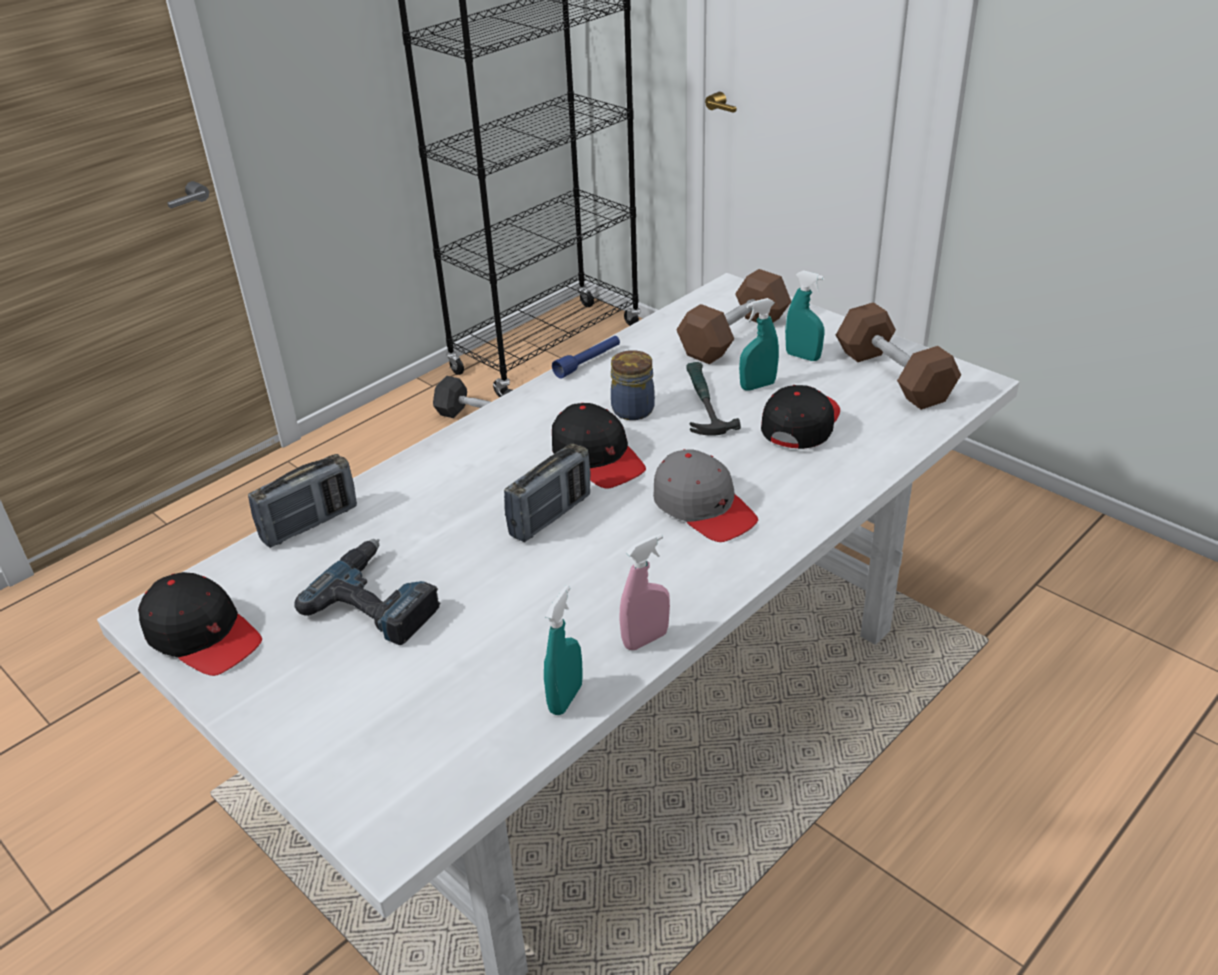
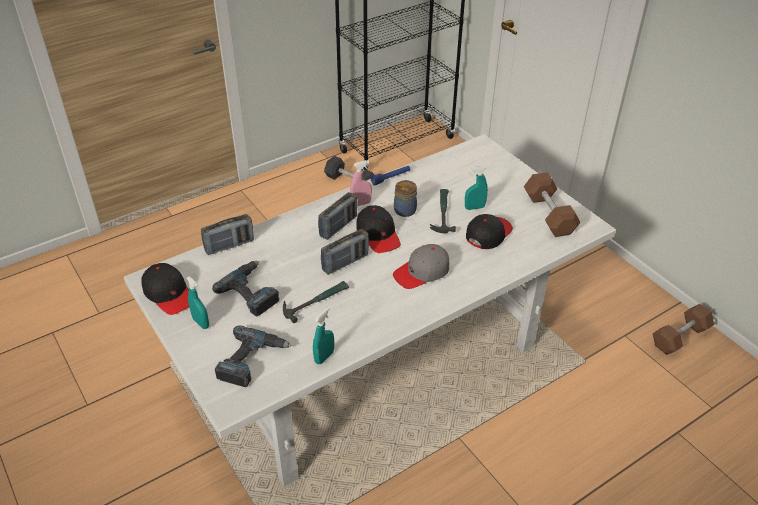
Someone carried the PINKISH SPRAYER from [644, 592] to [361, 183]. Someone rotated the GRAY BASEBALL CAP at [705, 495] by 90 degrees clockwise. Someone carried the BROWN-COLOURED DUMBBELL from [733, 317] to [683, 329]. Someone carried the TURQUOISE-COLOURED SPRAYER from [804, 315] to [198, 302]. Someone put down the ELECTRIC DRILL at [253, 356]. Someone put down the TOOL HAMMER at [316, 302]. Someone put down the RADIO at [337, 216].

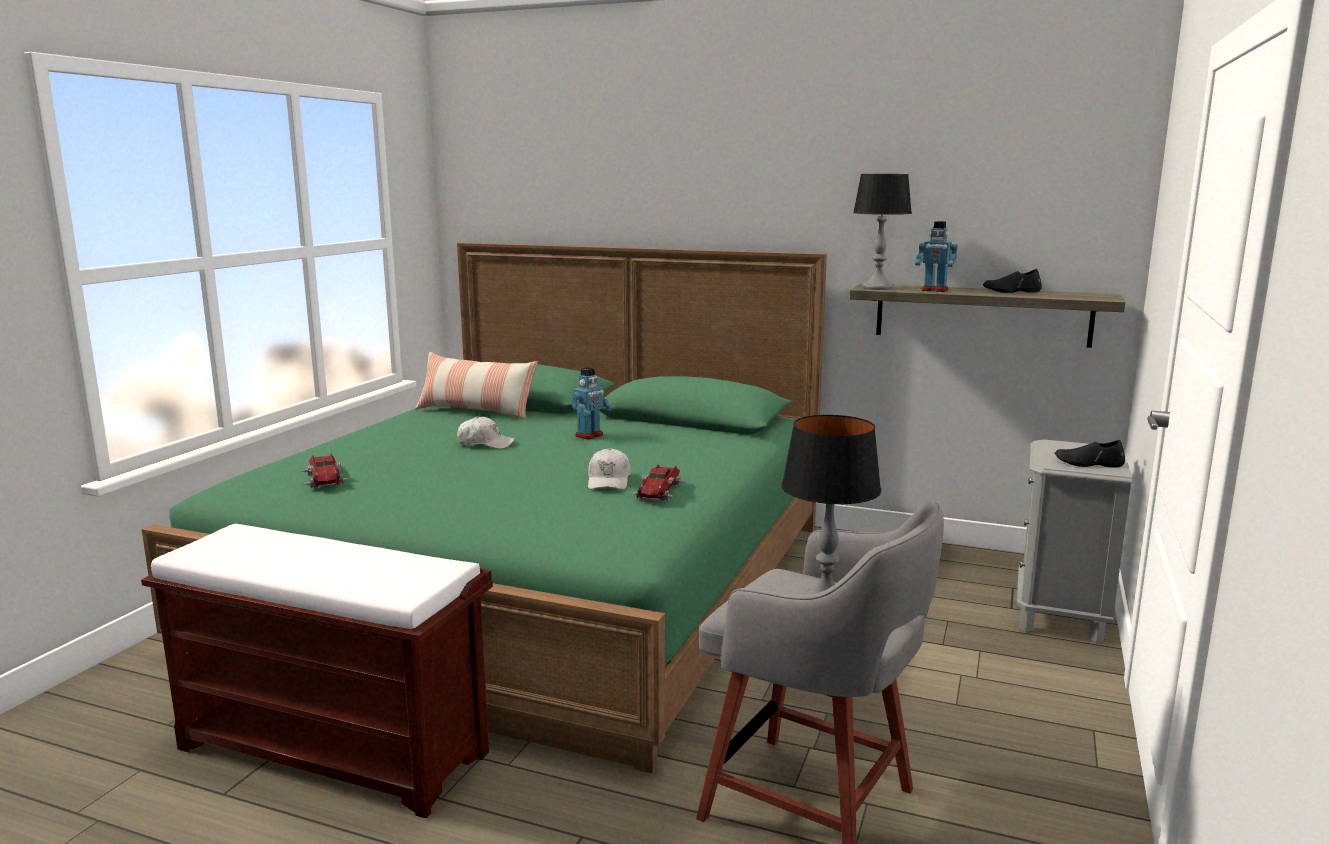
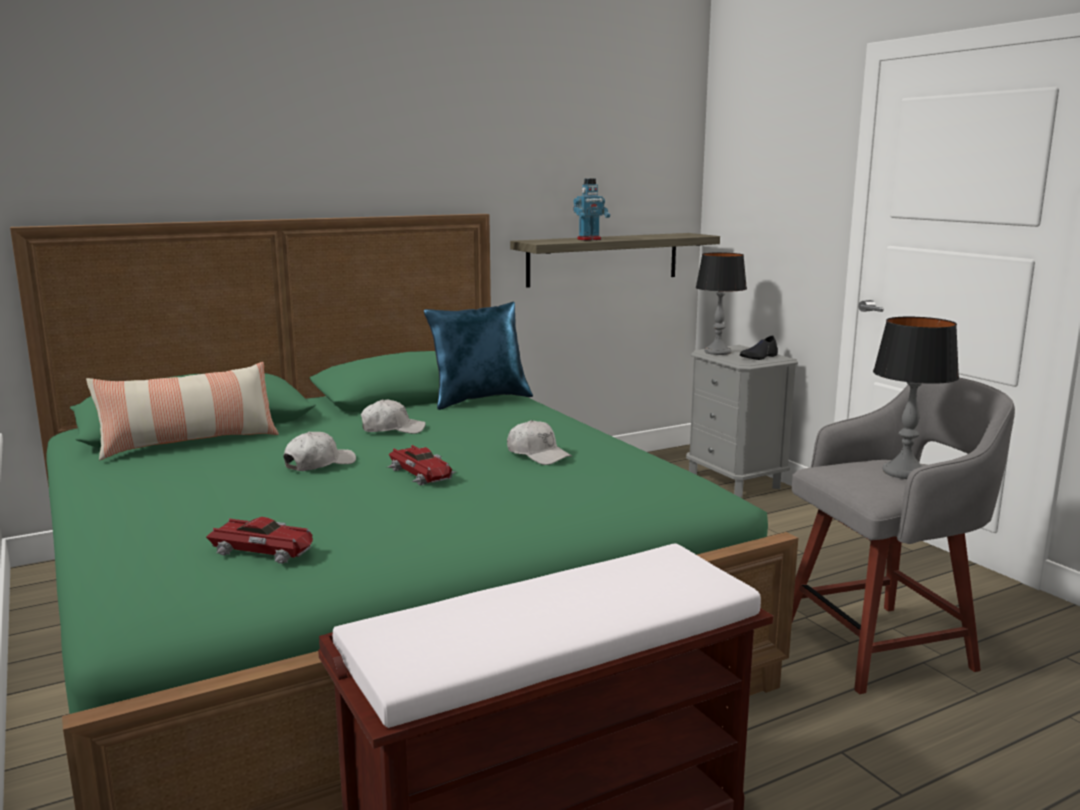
Someone swapped the ROBOT FIGURE at [592, 403] for the WHITE-COLOURED BASEBALL CAP at [393, 417]. Someone carried the MINIATURE CAR from [659, 482] to [421, 465]. Someone carried the LAMP FOR A TABLE from [882, 232] to [721, 304]. Someone took away the BLACK-COLOURED SHOE at [1012, 281]. Someone put down the BLUE-COLOURED THROW PILLOW at [478, 356].

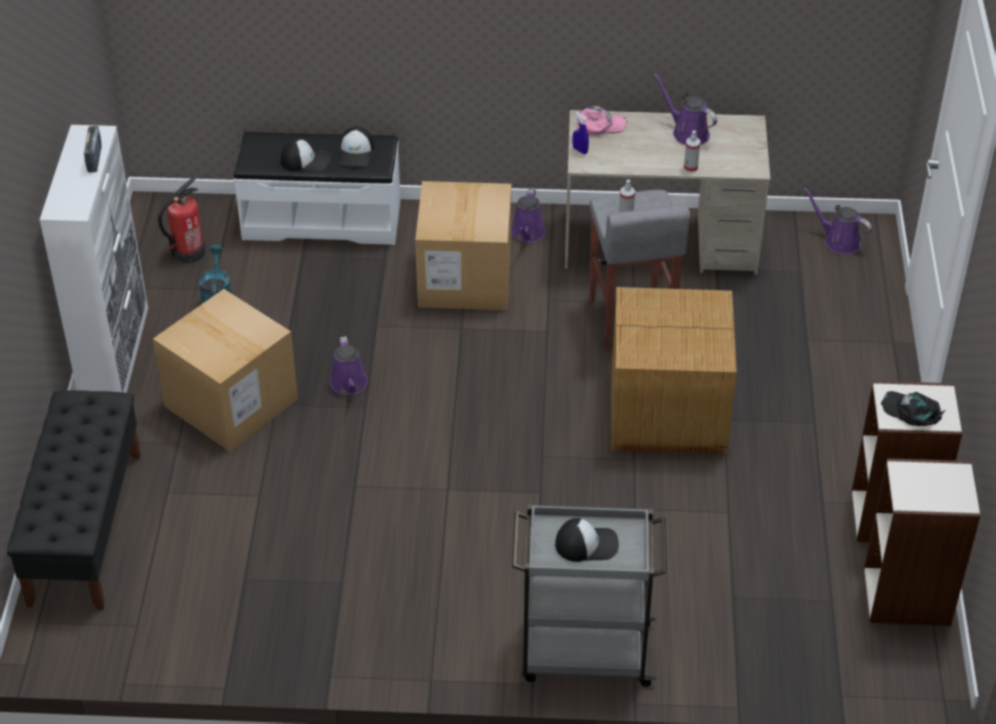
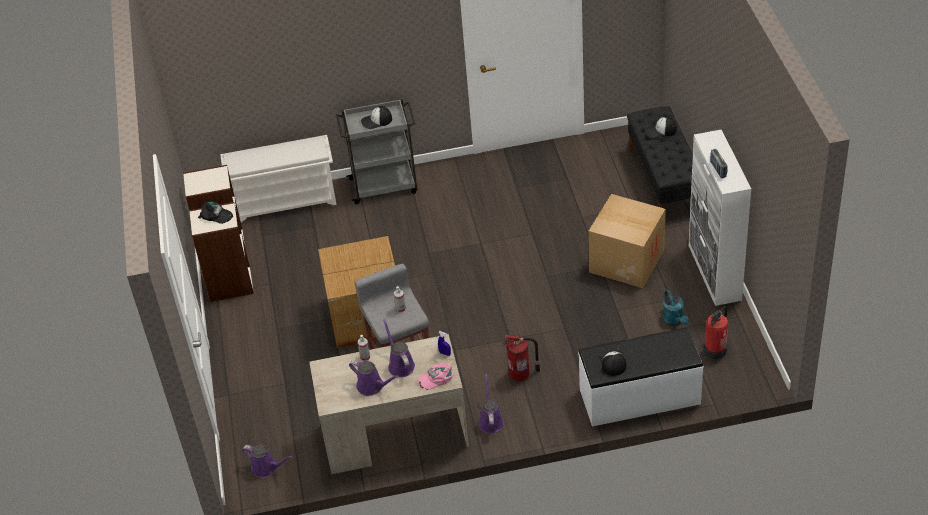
Someone carried the BASEBALL CAP from [305, 155] to [661, 127]. Someone carried the PURPLISH SPRINKLING CAN from [349, 365] to [399, 348]. Someone swapped the CARDBOARD BOX at [463, 245] for the FIRE-FIGHTING CYLINDER at [521, 358]. Someone put down the WHITE-COLOURED SHOE RACK at [278, 179].

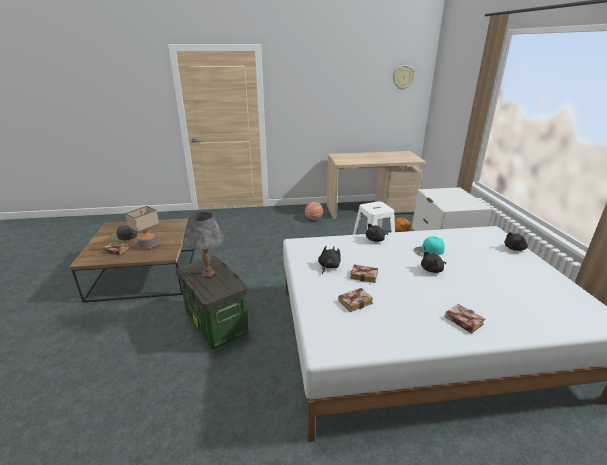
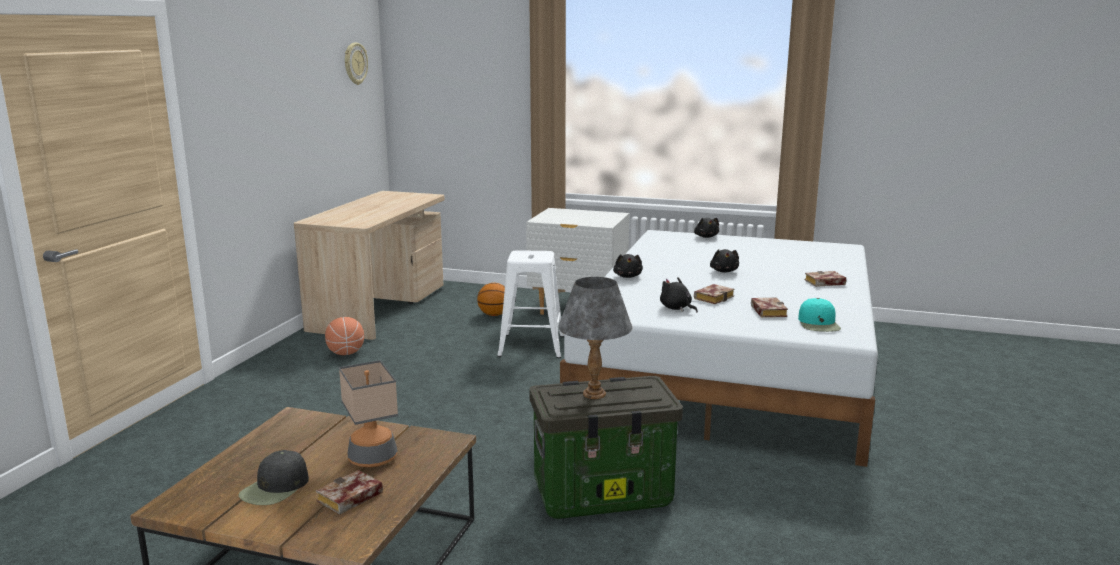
Someone carried the TURQUOISE-COLOURED BASEBALL CAP from [429, 246] to [819, 315].

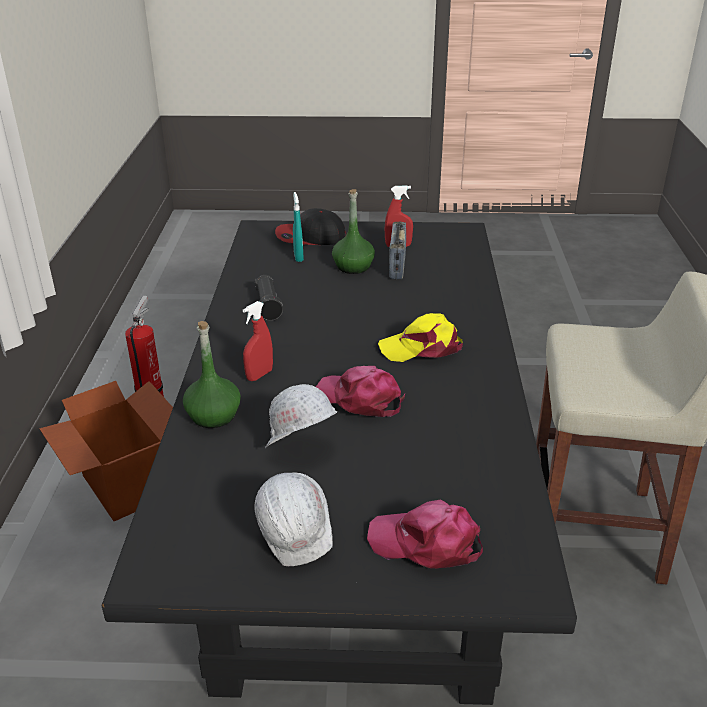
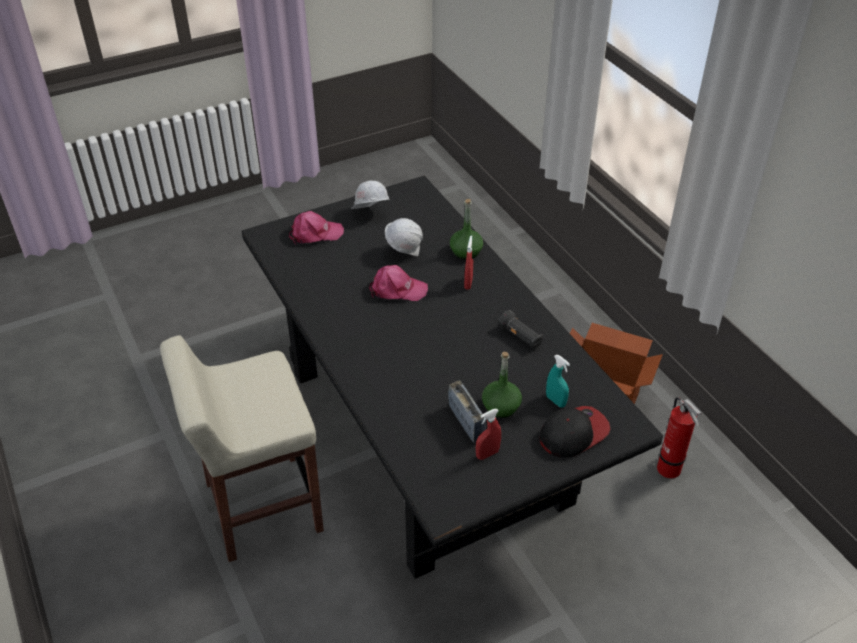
Someone took away the YELLOW BASEBALL CAP at [420, 337].

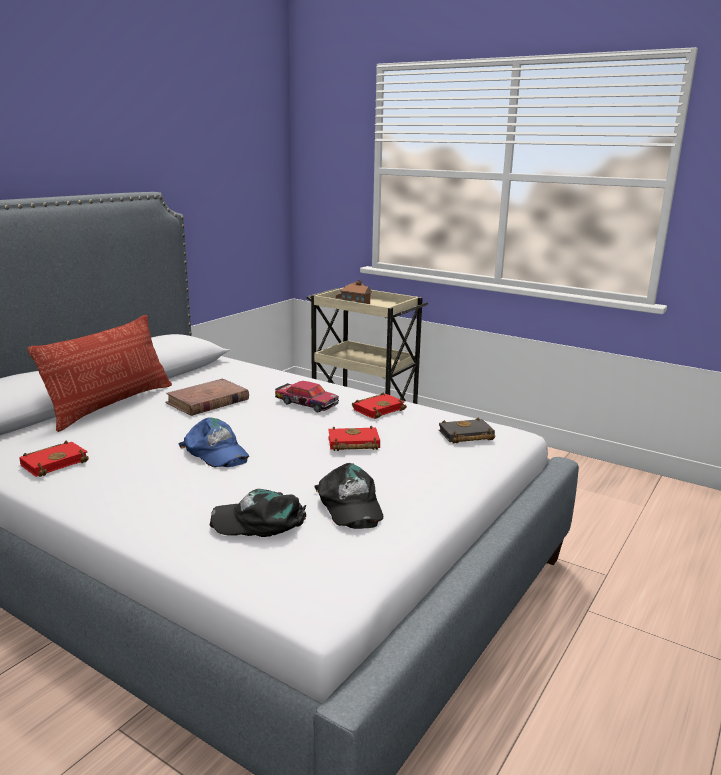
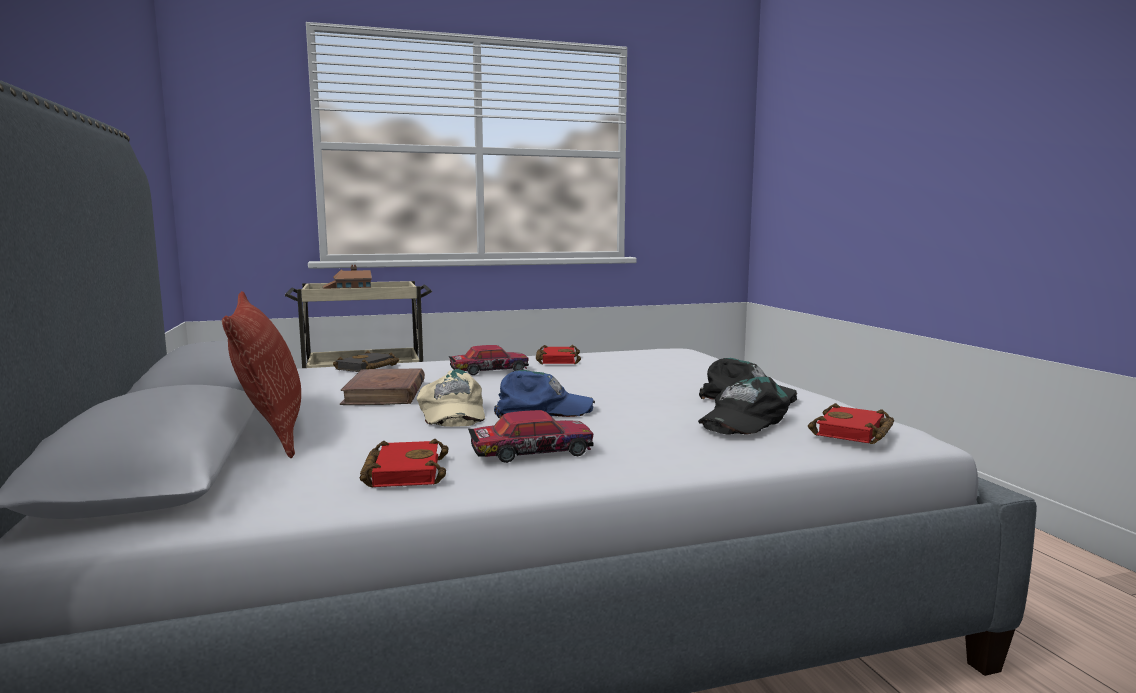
Someone carried the REDDISH VOLUME from [354, 438] to [851, 423]. Someone carried the BLACK-COLOURED VOLUME from [467, 430] to [366, 361]. Someone put down the BEIGE-COLOURED BASEBALL CAP at [451, 398]. Someone put down the MINIATURE CAR at [531, 436].

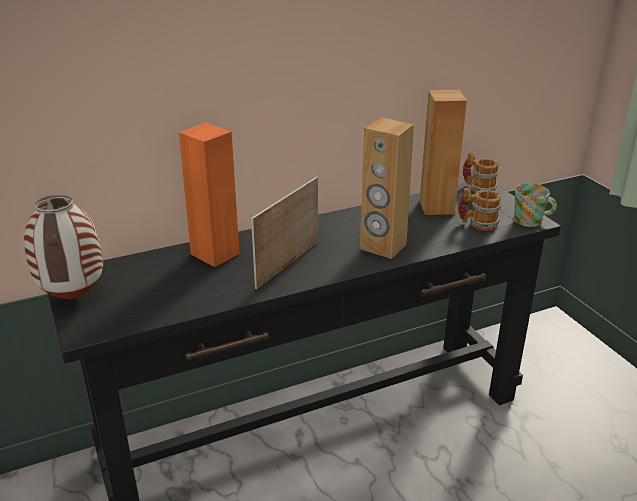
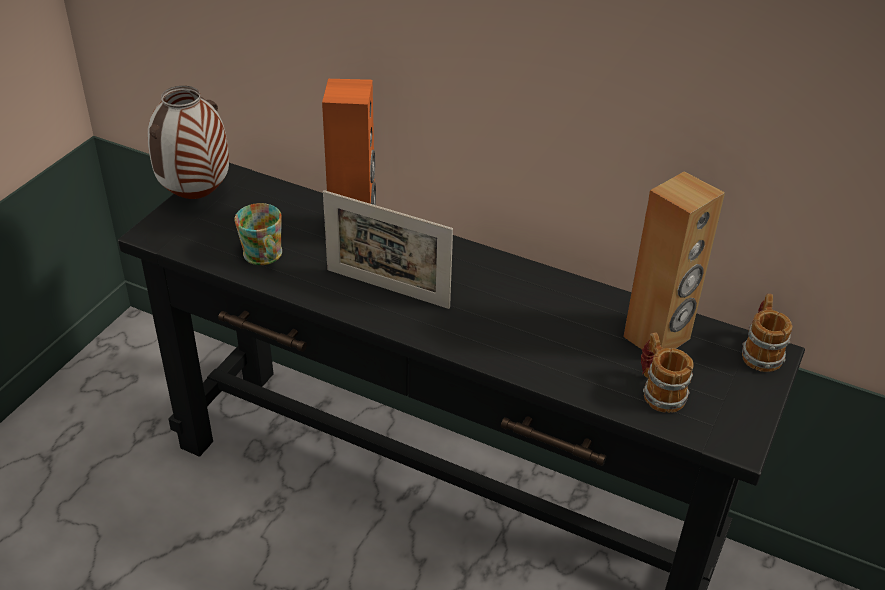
Someone rotated the PHOTO FRAME at [284, 232] by 150 degrees counterclockwise. Someone took away the BROWN-COLOURED LOUDSPEAKER at [387, 188]. Someone carried the TEA MUG from [535, 205] to [258, 234].

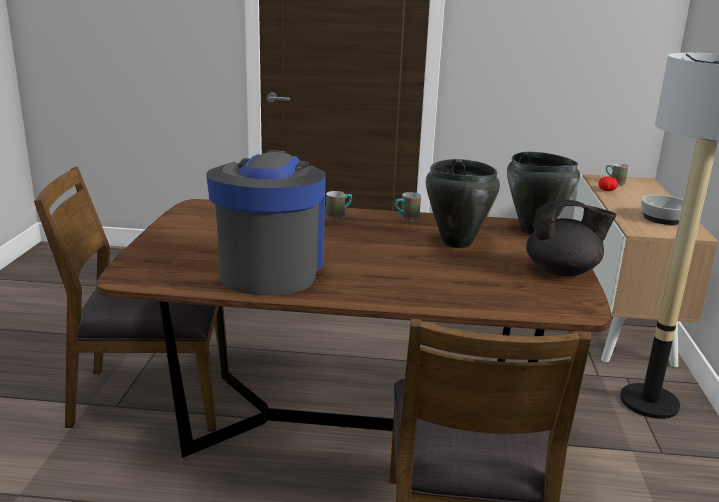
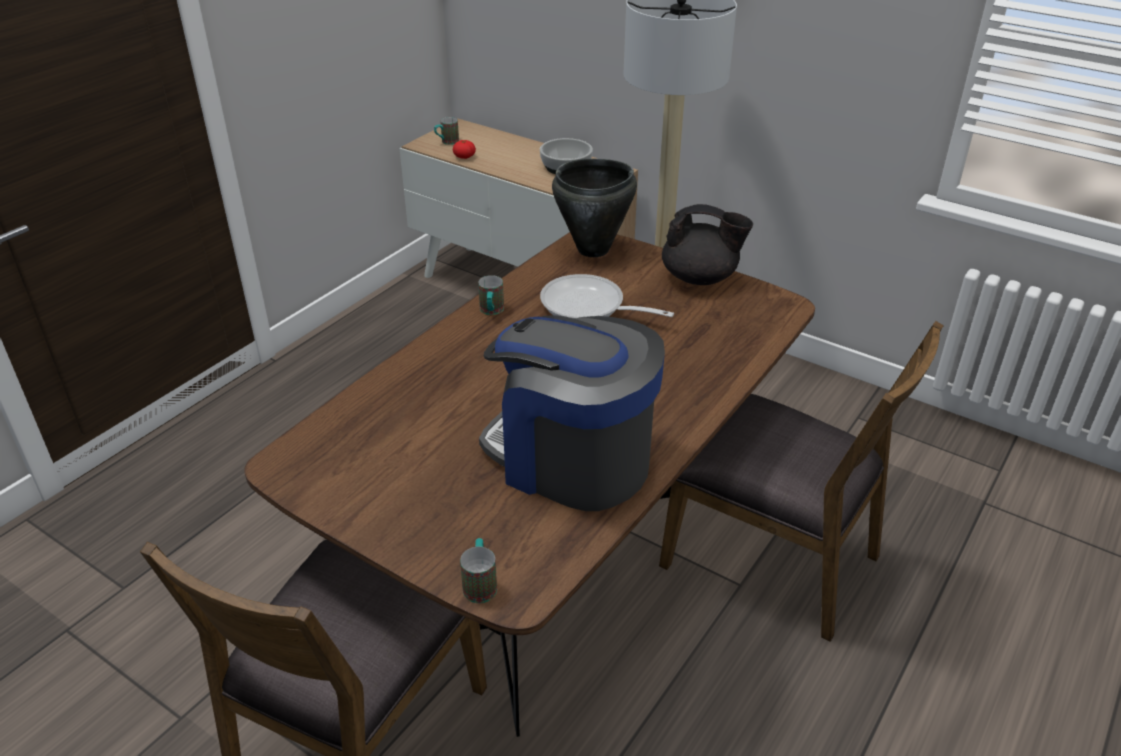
Someone carried the TEA MUG from [339, 205] to [478, 570]. Someone swapped the BLACK-COLOURED COOKING POT at [463, 203] for the FRYING PAN at [607, 296]. Someone rotated the BLACK-COLOURED TEAPOT at [571, 237] by 75 degrees clockwise.

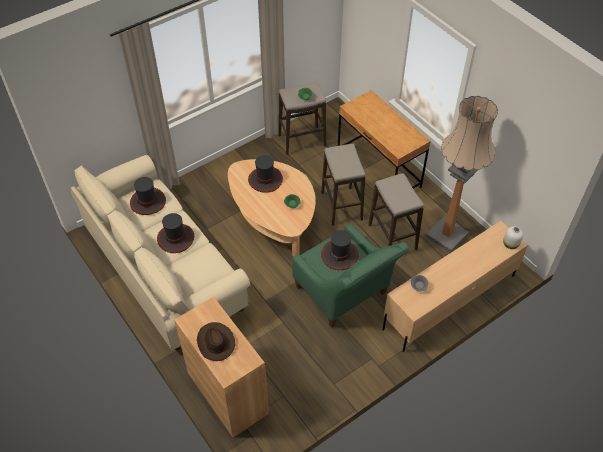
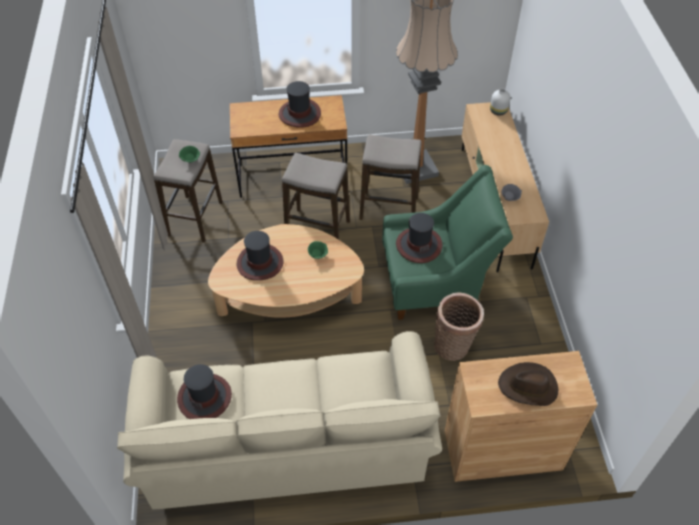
Someone carried the WEARABLE HAT from [175, 233] to [299, 104]. Someone put down the BASKET at [459, 327].

